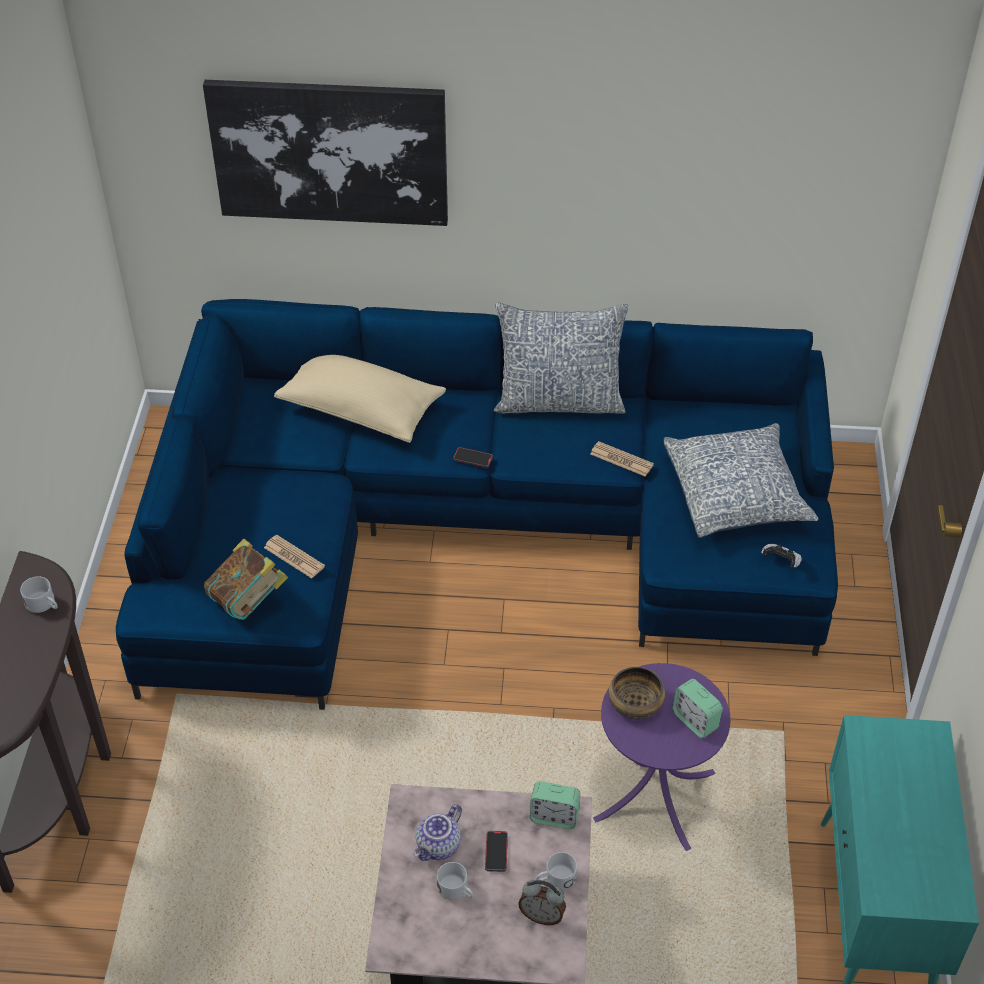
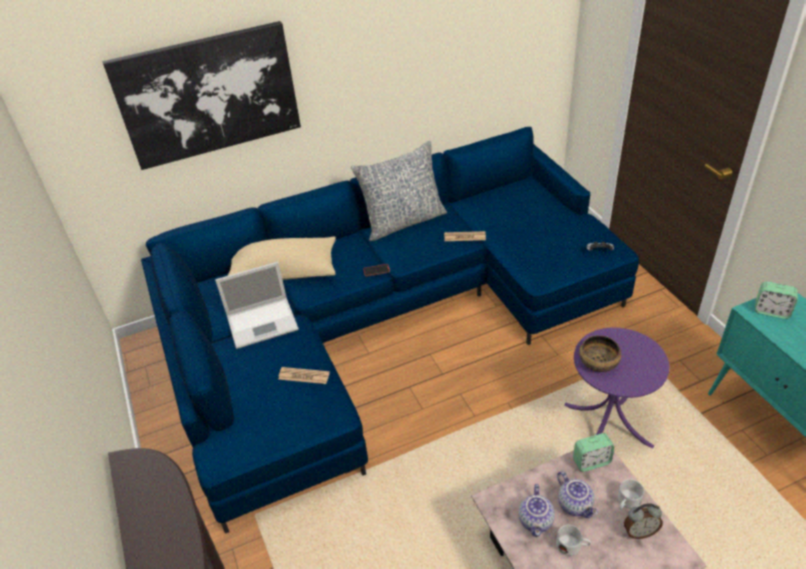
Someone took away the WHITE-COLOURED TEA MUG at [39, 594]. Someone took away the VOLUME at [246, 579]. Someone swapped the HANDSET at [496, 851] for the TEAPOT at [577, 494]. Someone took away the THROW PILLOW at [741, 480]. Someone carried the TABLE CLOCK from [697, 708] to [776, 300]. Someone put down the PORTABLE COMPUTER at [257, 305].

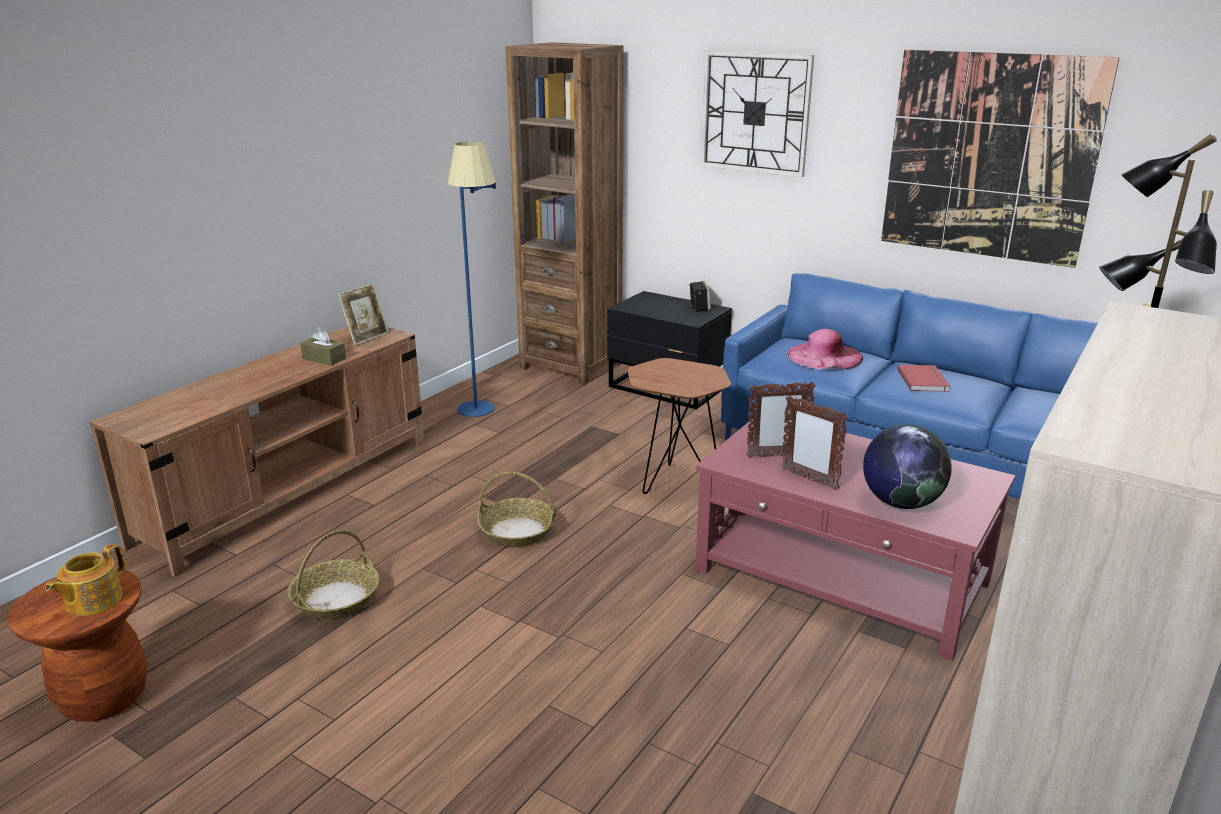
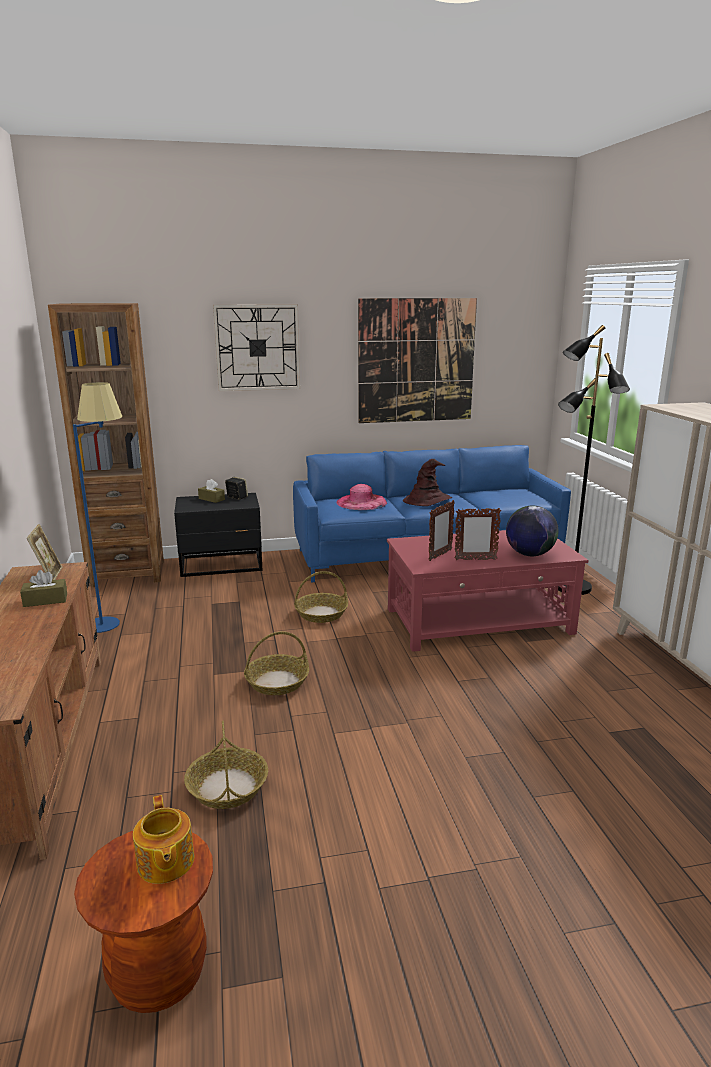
Someone swapped the BROWN-COLOURED END TABLE at [679, 426] for the BASKET at [321, 597]. Someone swapped the REDDISH VOLUME at [924, 378] for the BROWN-COLOURED WEARABLE HAT at [427, 482]. Someone put down the BROWN-COLOURED TISSUE HOLDER at [211, 491].

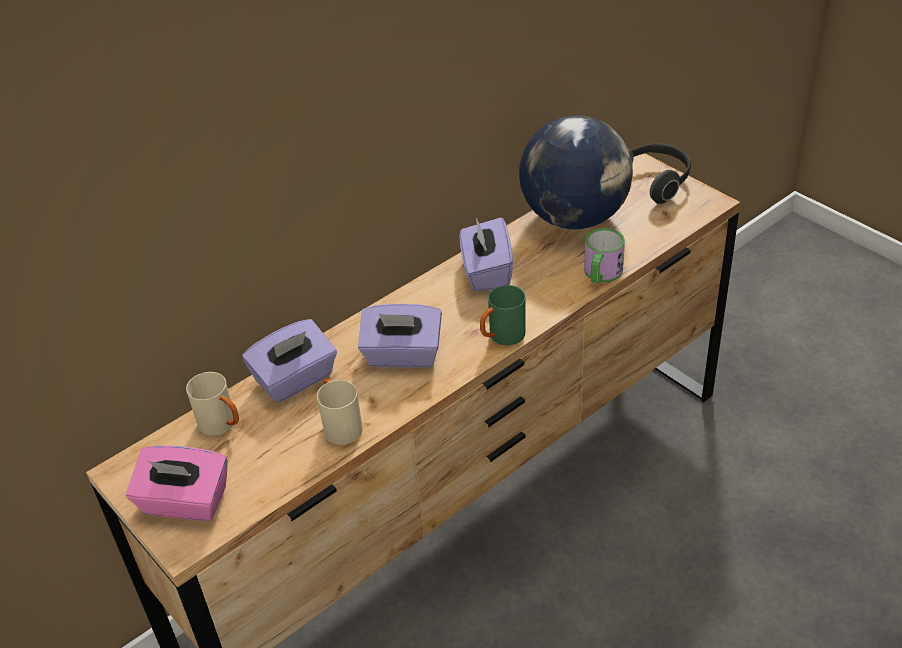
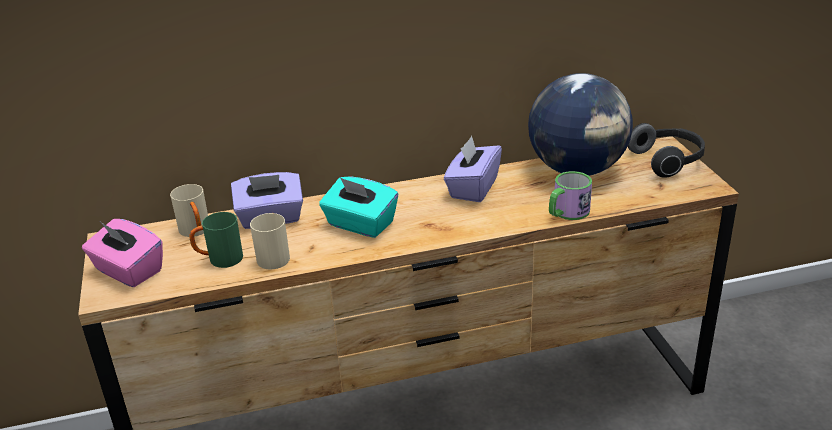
Someone repainted the PURPLISH TISSUE HOLDER at [400, 336], which became the TURQUOISE-COLOURED TISSUE HOLDER at [358, 207]. Someone carried the GREEN-COLOURED TEA MUG from [502, 315] to [216, 240].

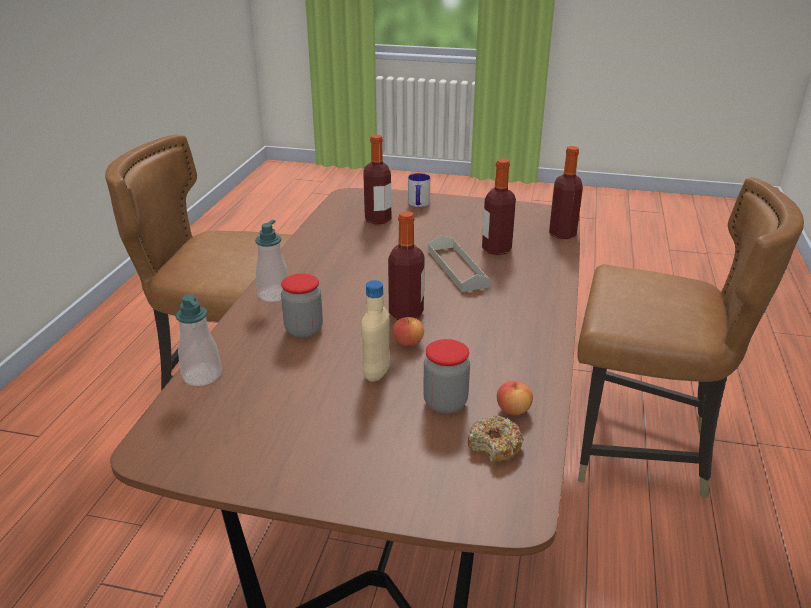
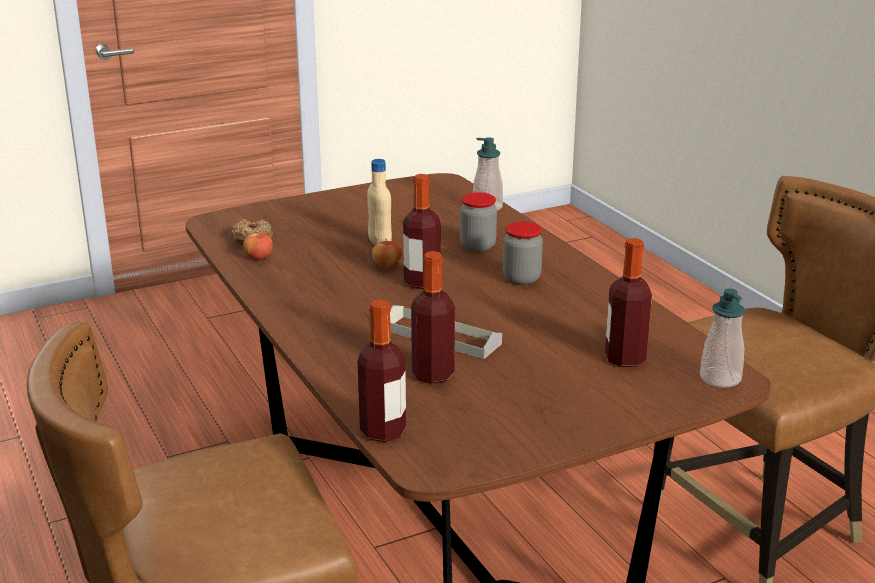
Someone carried the LIQUID SOAP BOTTLE from [271, 261] to [722, 338]. Someone took away the TEA MUG at [419, 190]. Someone carried the PRESERVE JAR from [446, 376] to [523, 253].

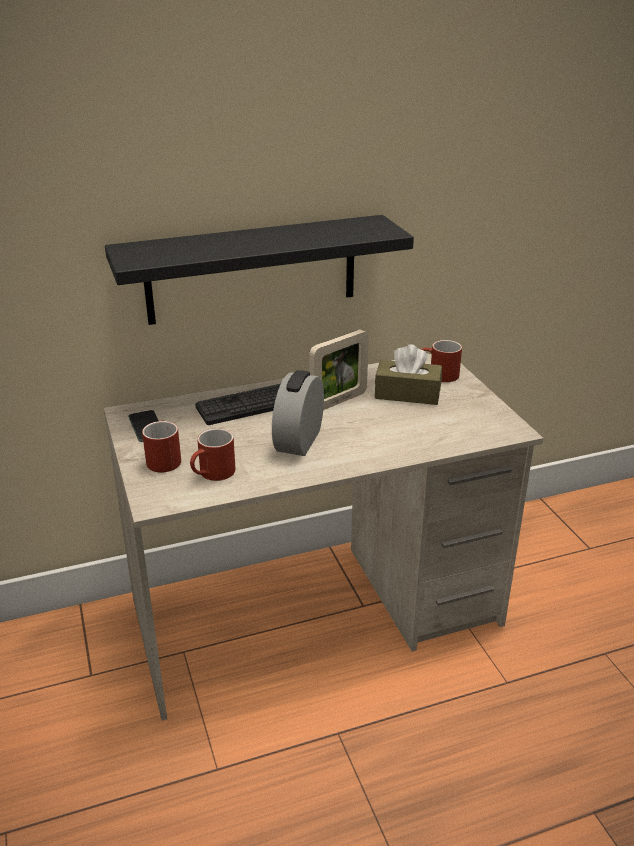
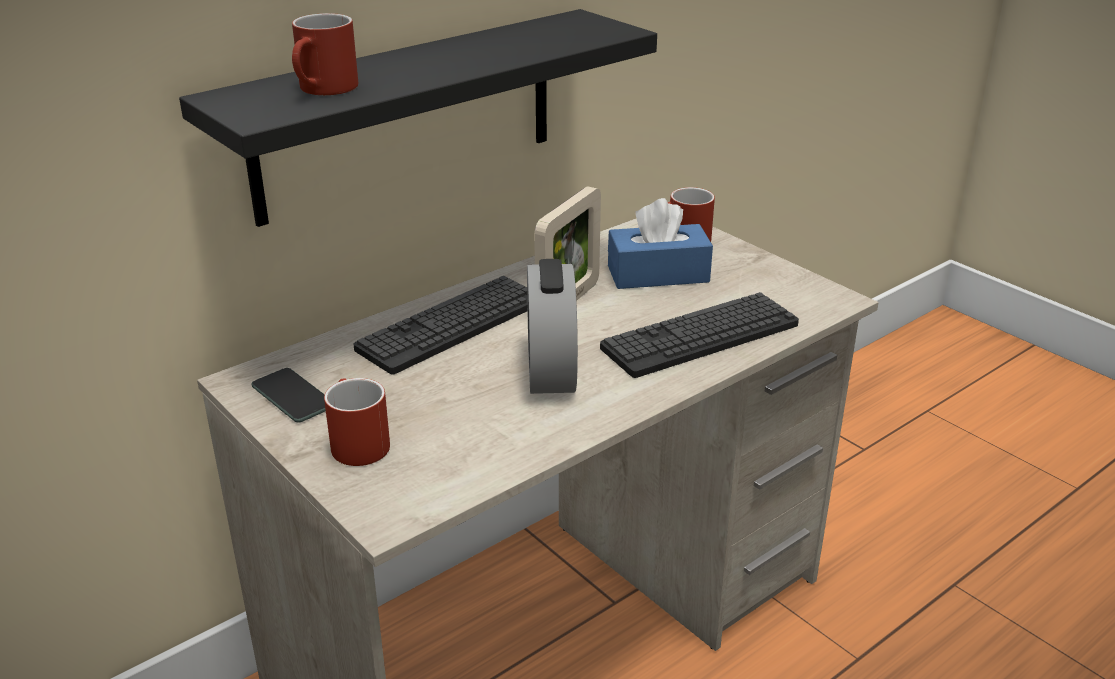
Someone carried the REDDISH TEA MUG from [212, 454] to [325, 54]. Someone repainted the BROWN-COLOURED TISSUE HOLDER at [408, 374], which became the BLUE-COLOURED TISSUE HOLDER at [660, 243]. Someone put down the PC KEYBOARD at [699, 335].

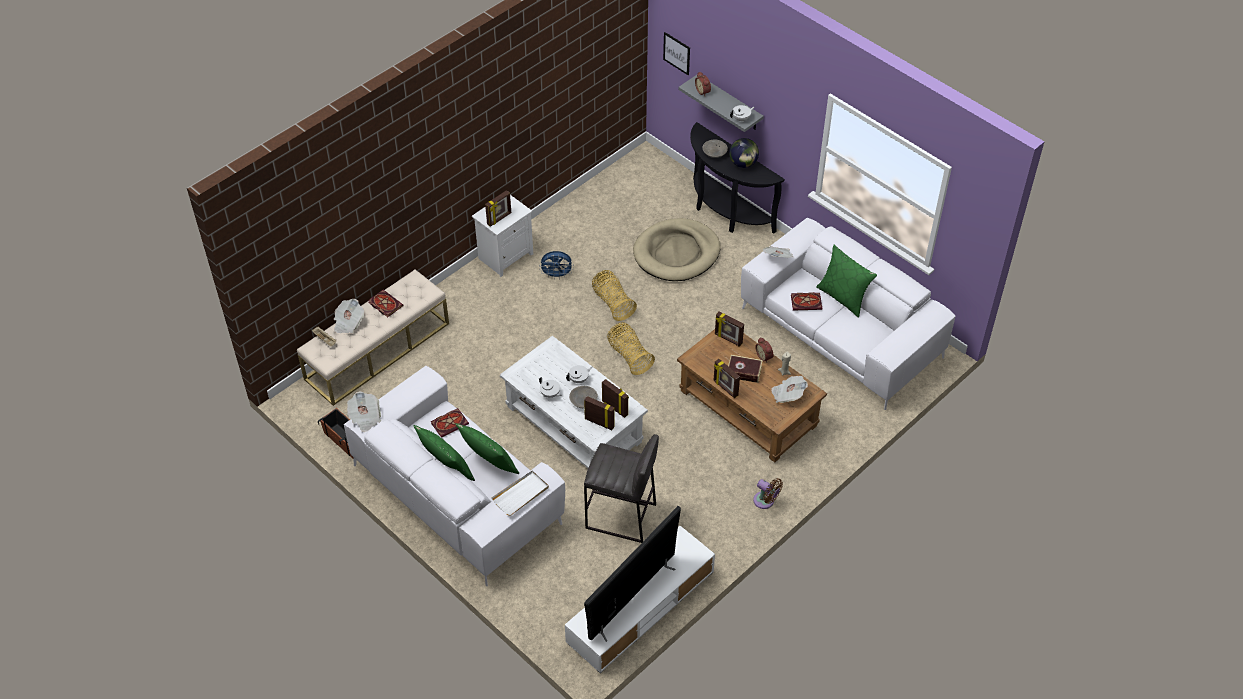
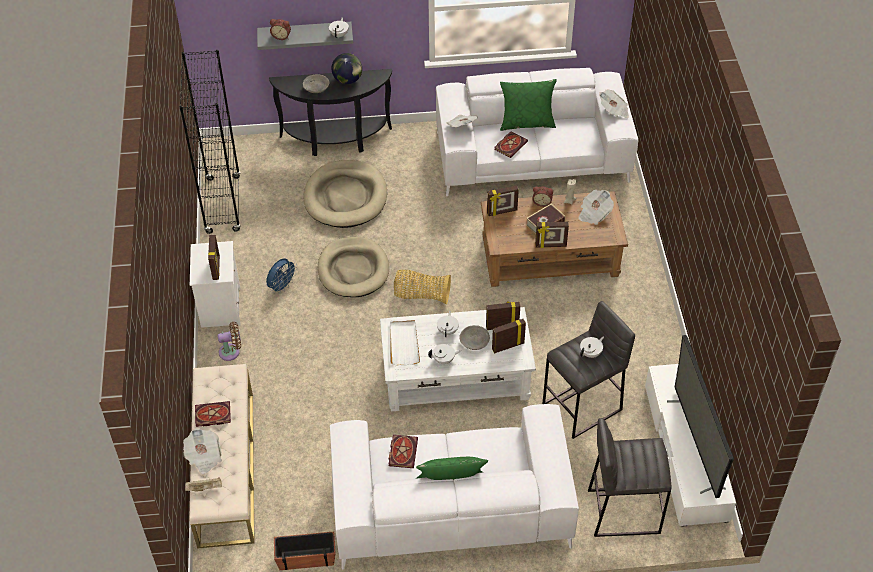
Someone carried the NEWSPAPER from [364, 411] to [614, 104]. Someone took away the GREEN-COLOURED THROW PILLOW at [487, 448]. Someone carried the WHITE-COLOURED TRAY from [520, 493] to [405, 342]. Someone swapped the BASKET at [614, 295] for the BEIGE-COLOURED DOG CUSHION at [353, 267]. Someone took away the WALL PICTURE at [676, 53]. Someone carried the BROWN-COLOURED FAN from [768, 493] to [229, 341]. Someone put down the BLACK-COLOURED BOOKSHELF at [210, 142]. Someone put down the WHITE-COLOURED TEAPOT at [592, 347]. Someone put down the GRAY STOOL at [629, 477].

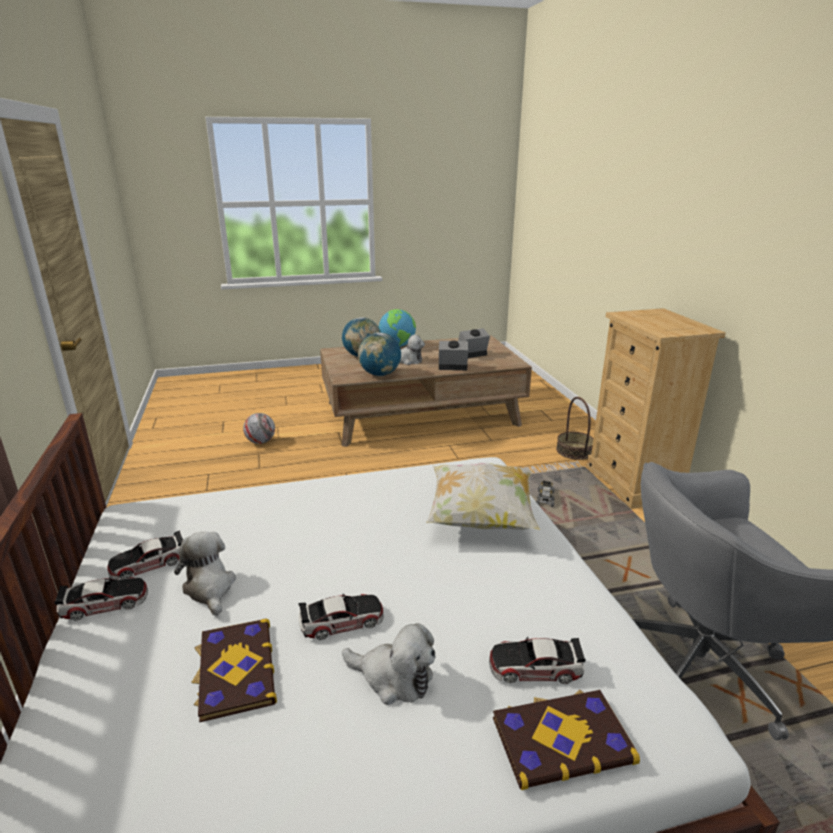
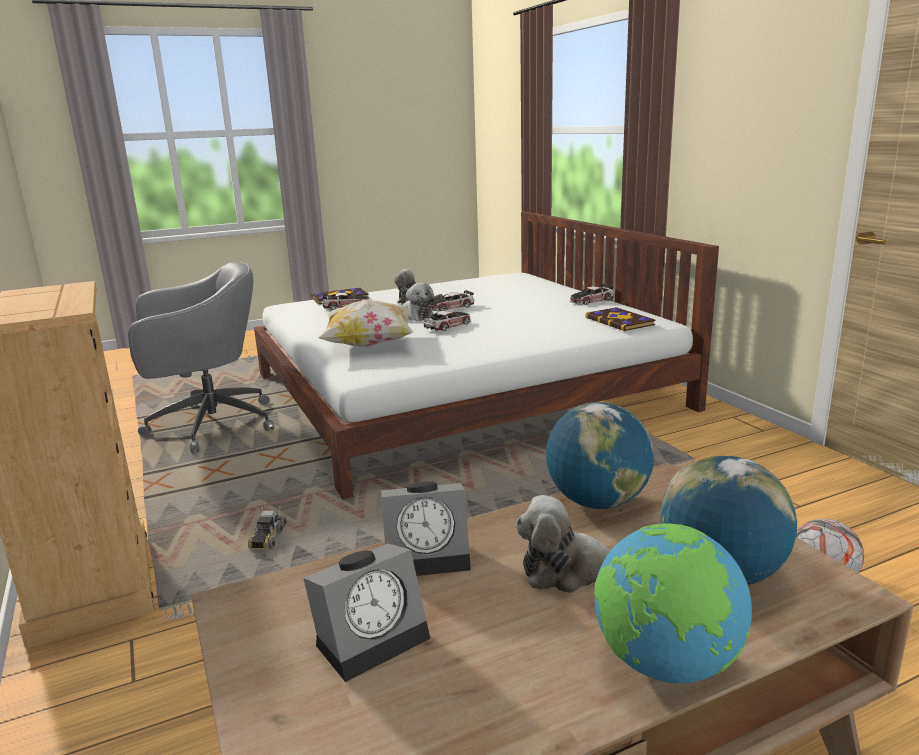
Someone carried the MINIATURE CAR from [145, 555] to [447, 321]. Someone carried the CUDDLY TOY from [205, 573] to [416, 302]. Someone carried the VOLUME from [234, 670] to [620, 319]. Someone took away the BASKET at [574, 428].

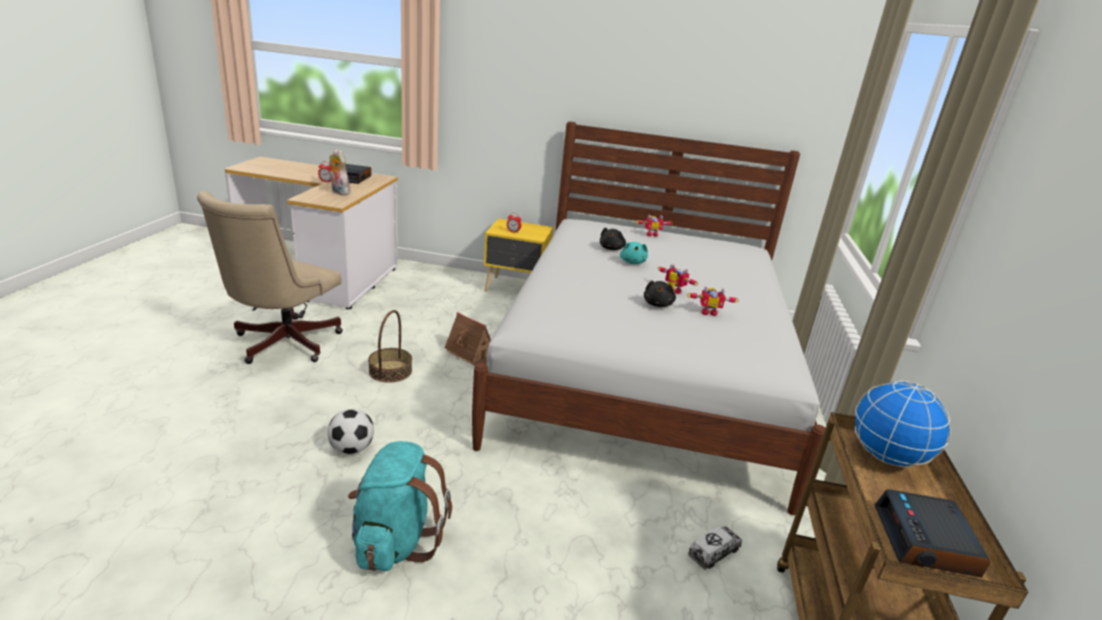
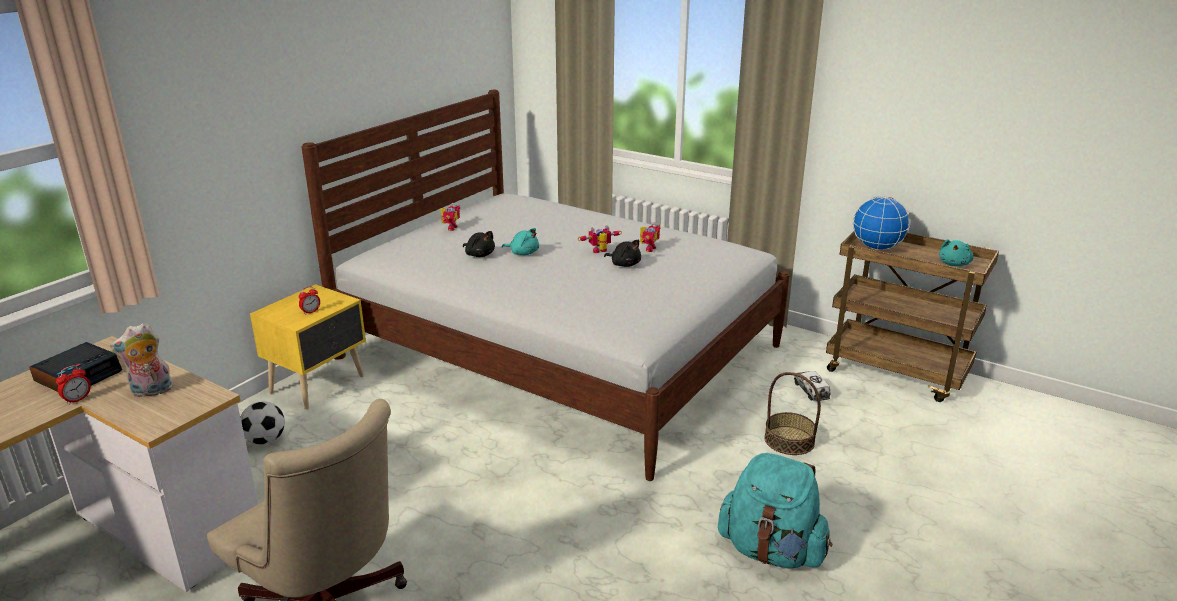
Someone carried the FOOTBALL from [350, 431] to [262, 423]. Someone carried the BASKET from [390, 346] to [792, 413]. Someone took away the TOY HOUSE at [467, 339]. Someone swapped the TABLE CLOCK at [932, 533] for the TURQUOISE-COLOURED CUDDLY TOY at [956, 252].

